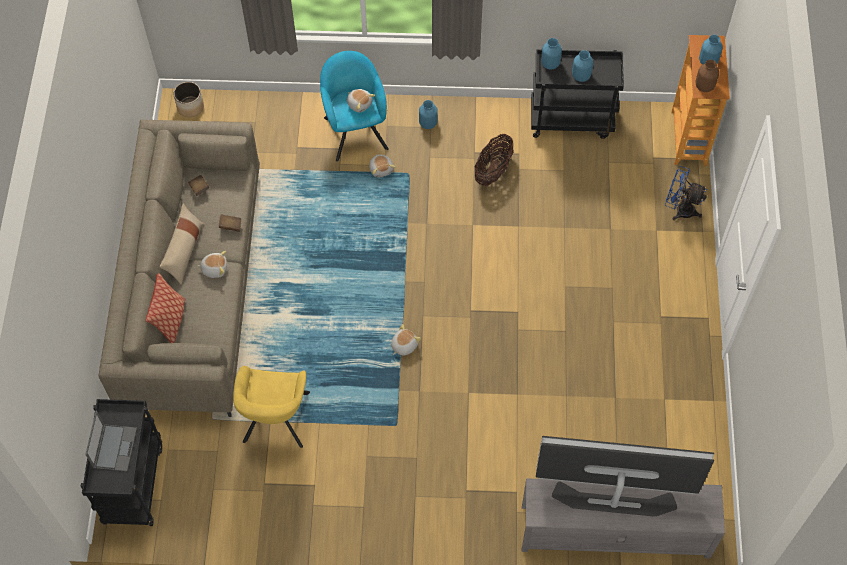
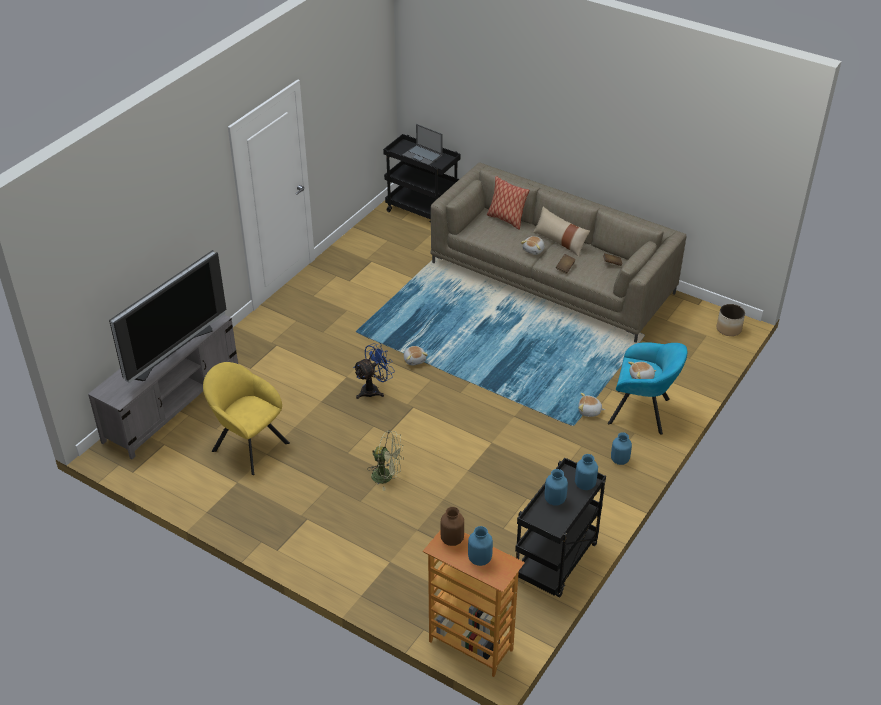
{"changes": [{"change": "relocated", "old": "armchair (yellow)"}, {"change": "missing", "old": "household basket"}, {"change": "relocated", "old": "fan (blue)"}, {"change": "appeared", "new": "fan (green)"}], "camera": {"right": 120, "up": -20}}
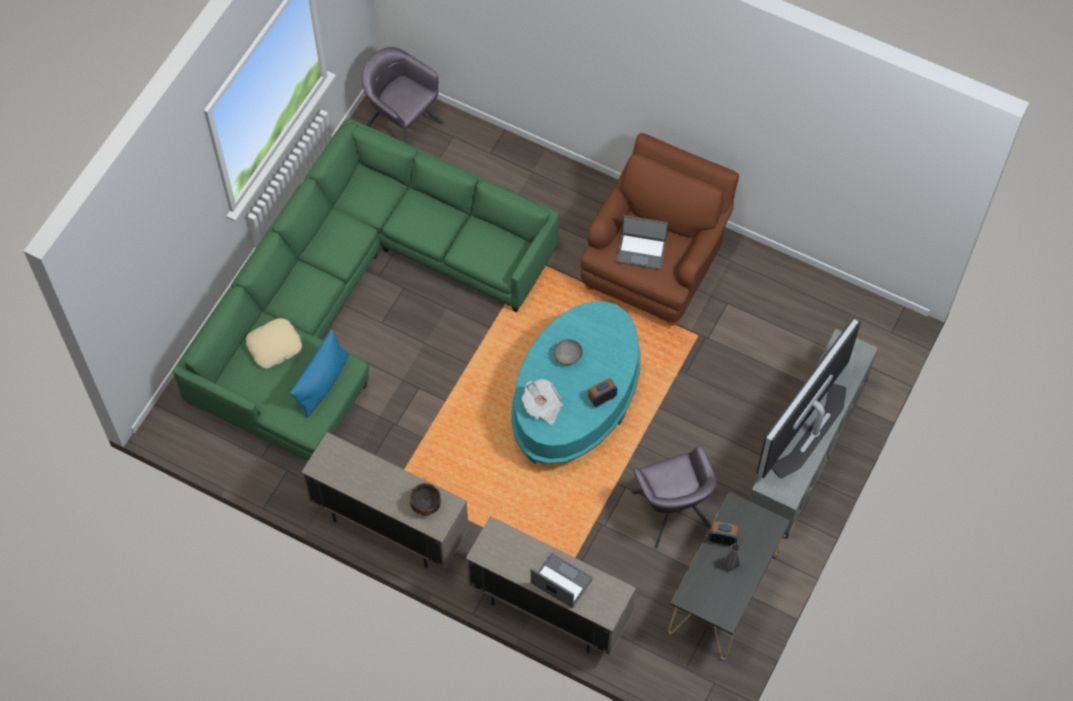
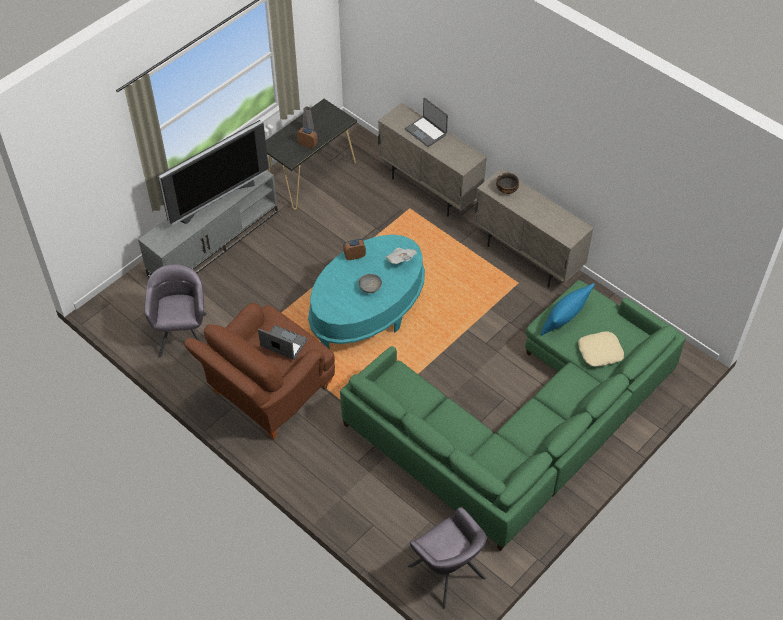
{"changes": [{"change": "relocated", "old": "armchair (greyish) (no. 2 from left in the first image)", "new": "armchair (greyish) (no. 1 from left)"}], "camera": {"right": -165, "up": -10}}
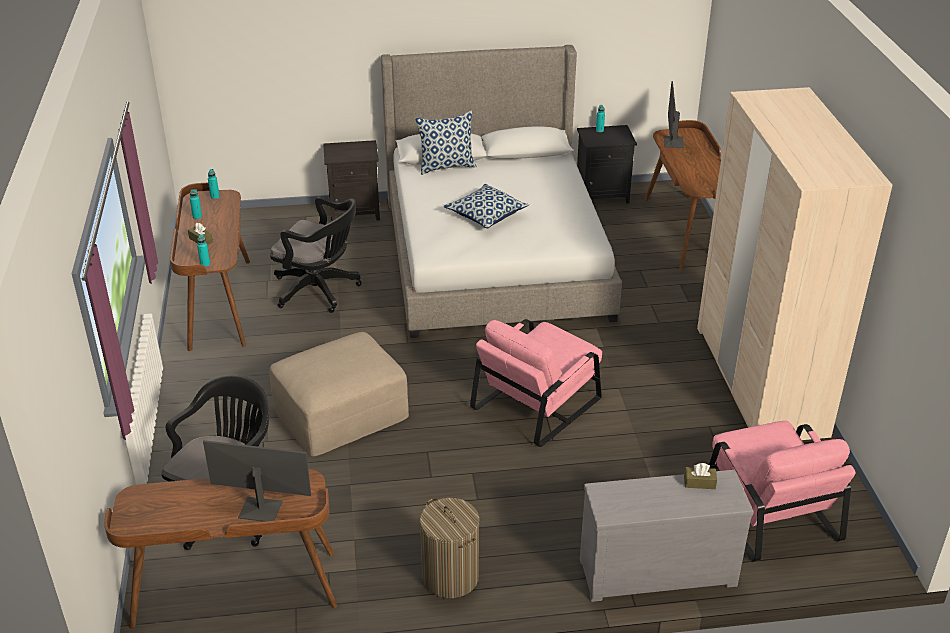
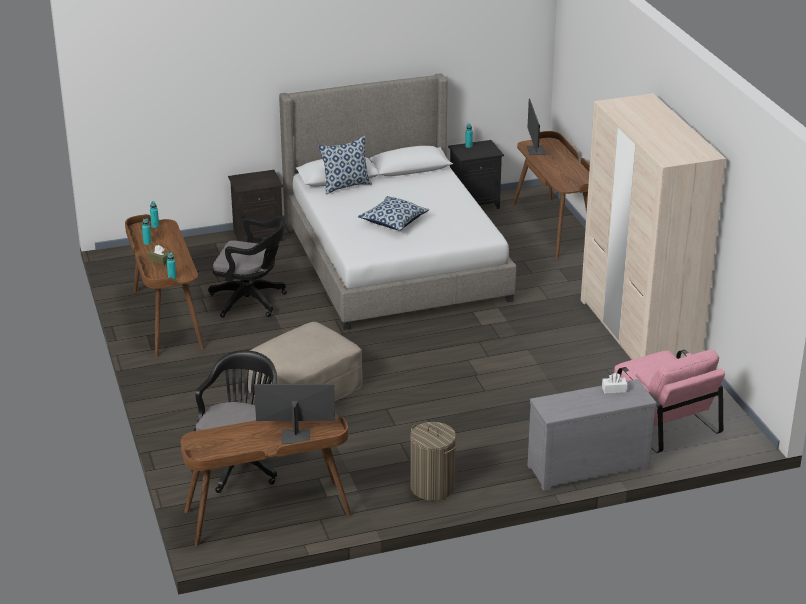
{"changes": [{"change": "missing", "old": "armchair (pink-coloured) (no. 1 from left)"}, {"change": "colour", "old": "box of tissues (brown-coloured) (no. 2 from left)", "new": "box of tissues (whitish)"}], "camera": {"right": -10, "up": -5}}
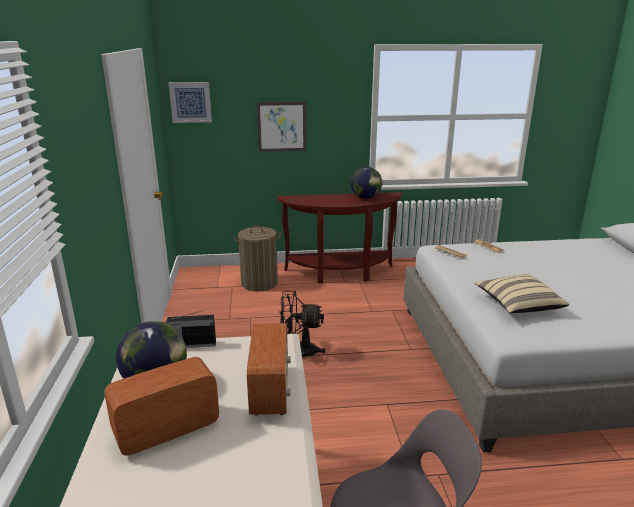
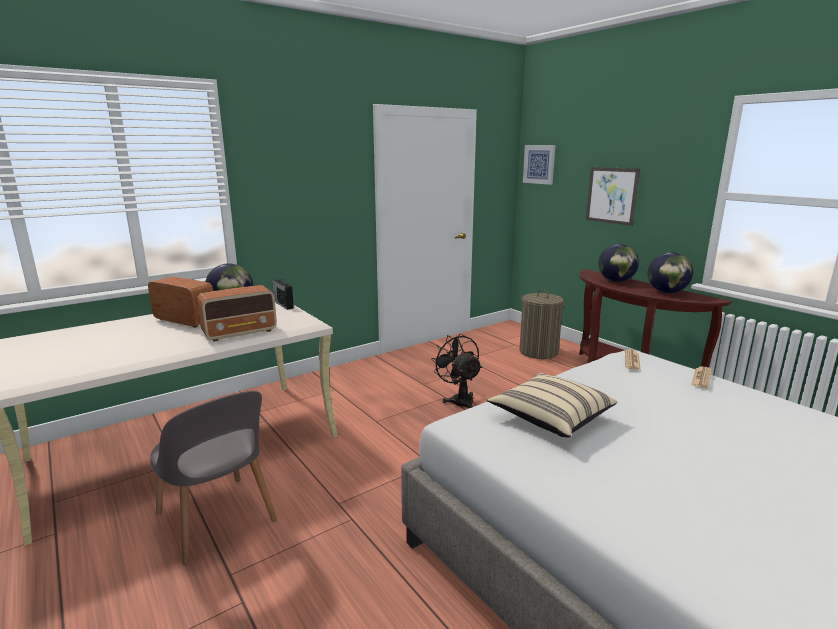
{"changes": [{"change": "appeared", "new": "desk globe (no. 2 from left)"}], "camera": {"right": 60, "up": -5}}
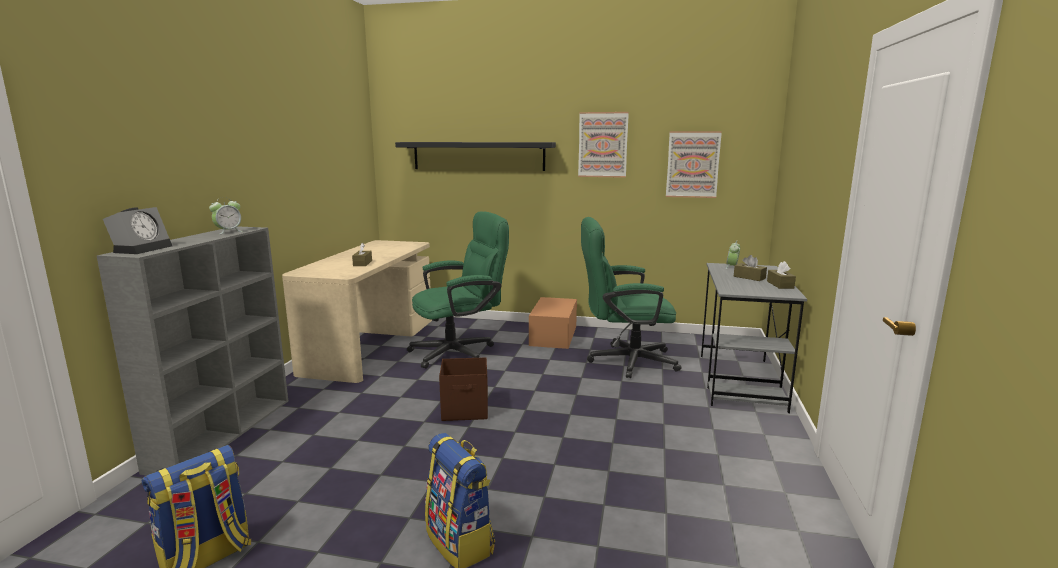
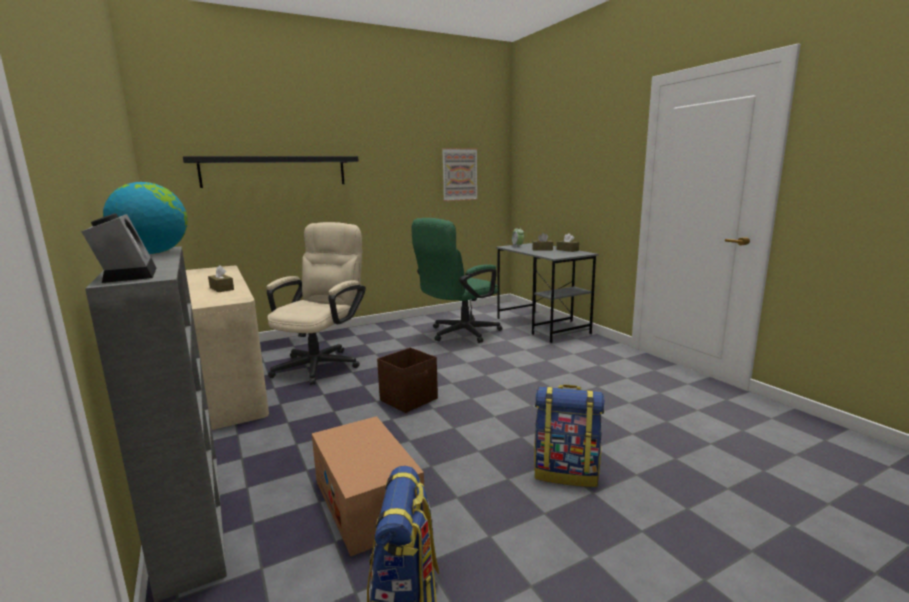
{"changes": [{"change": "exchanged", "old": "alarm clock (no. 2 from left)", "new": "desk globe"}, {"change": "colour", "old": "computer chair (green) (no. 1 from left)", "new": "computer chair (beige)"}, {"change": "relocated", "old": "packing box"}, {"change": "missing", "old": "wall art (no. 1 from left)"}], "camera": {"right": -40, "up": 0}}
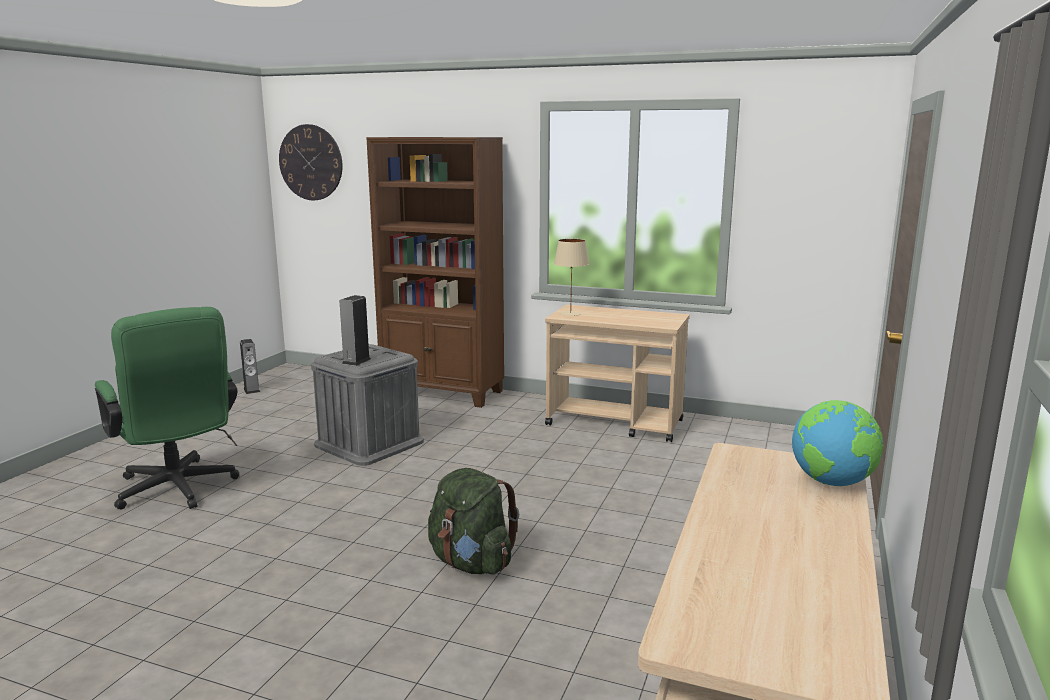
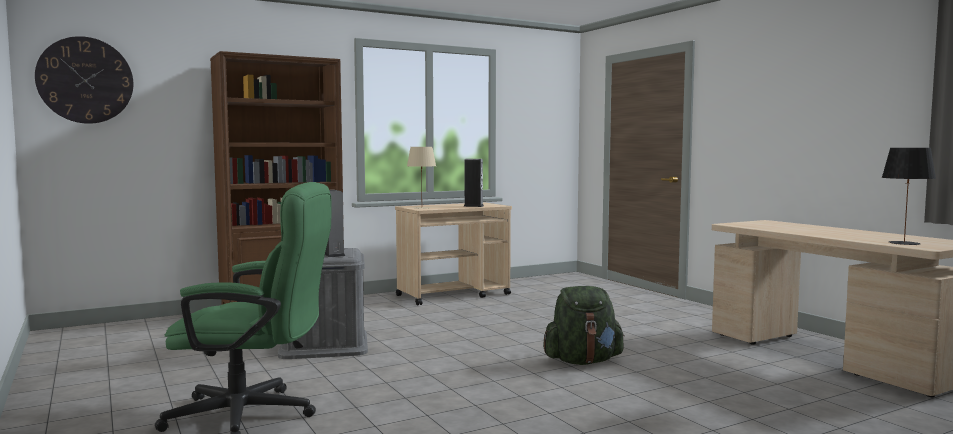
{"changes": [{"change": "relocated", "old": "loudspeaker (no. 1 from left in the first image)", "new": "loudspeaker (no. 2 from left)"}, {"change": "missing", "old": "desk globe"}, {"change": "appeared", "new": "tabletop lamp (black)"}], "camera": {"right": -50, "up": -10}}
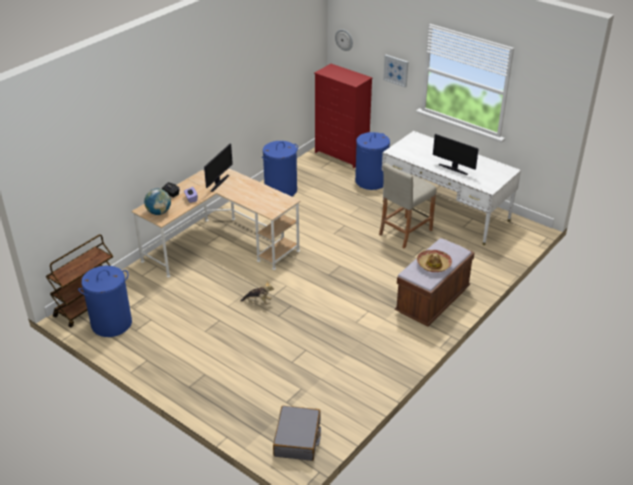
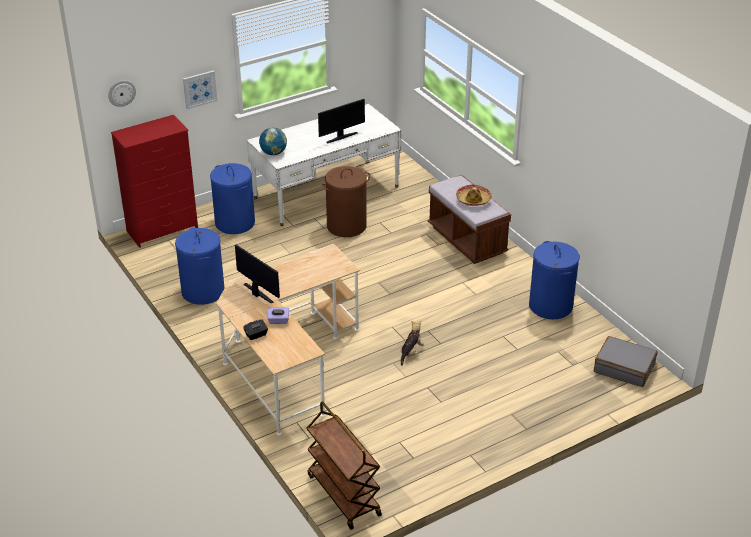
{"changes": [{"change": "relocated", "old": "hamper (blue) (no. 1 from left in the first image)", "new": "hamper (blue) (no. 3 from left)"}, {"change": "relocated", "old": "desk globe"}, {"change": "exchanged", "old": "sitting stool (beige)", "new": "hamper (brown-coloured)"}], "camera": {"right": -70, "up": 0}}
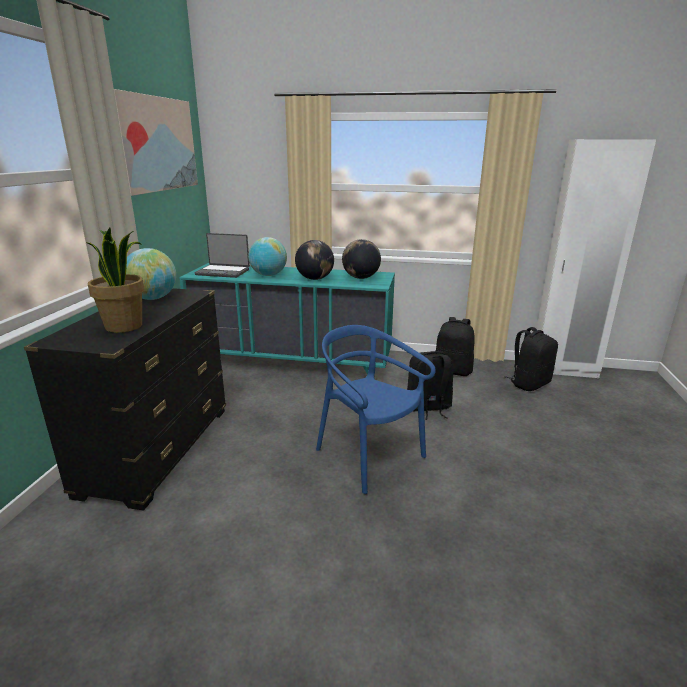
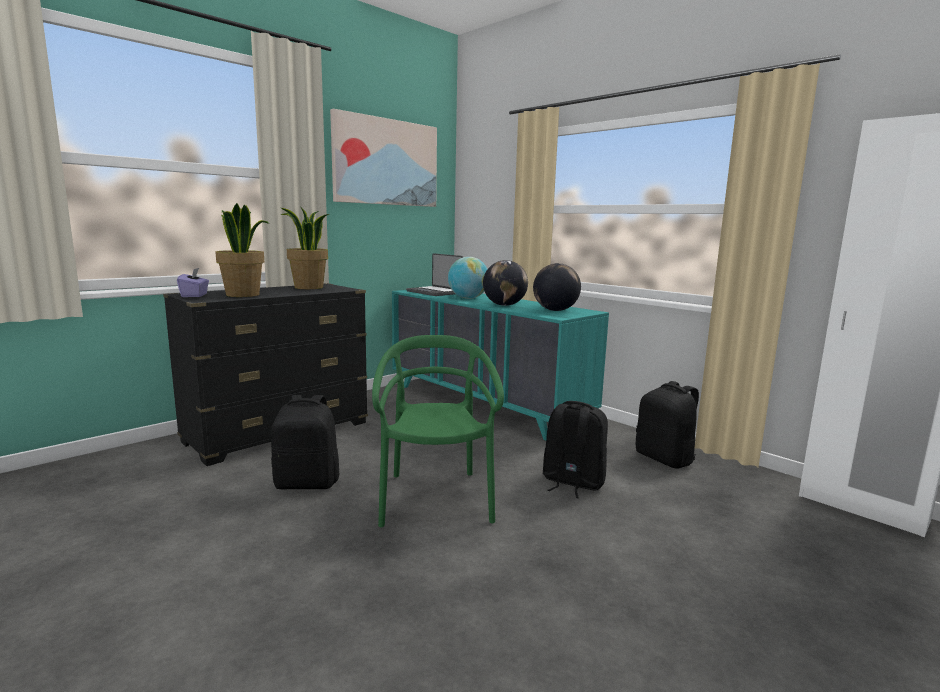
{"changes": [{"change": "exchanged", "old": "desk globe (no. 1 from left)", "new": "houseplant (no. 2 from left)"}, {"change": "colour", "old": "chair (blue)", "new": "chair (green)"}, {"change": "relocated", "old": "knapsack (black) (no. 3 from left in the first image)", "new": "knapsack (black) (no. 1 from left)"}, {"change": "appeared", "new": "box of tissues (purple)"}], "camera": {"right": 35, "up": -10}}
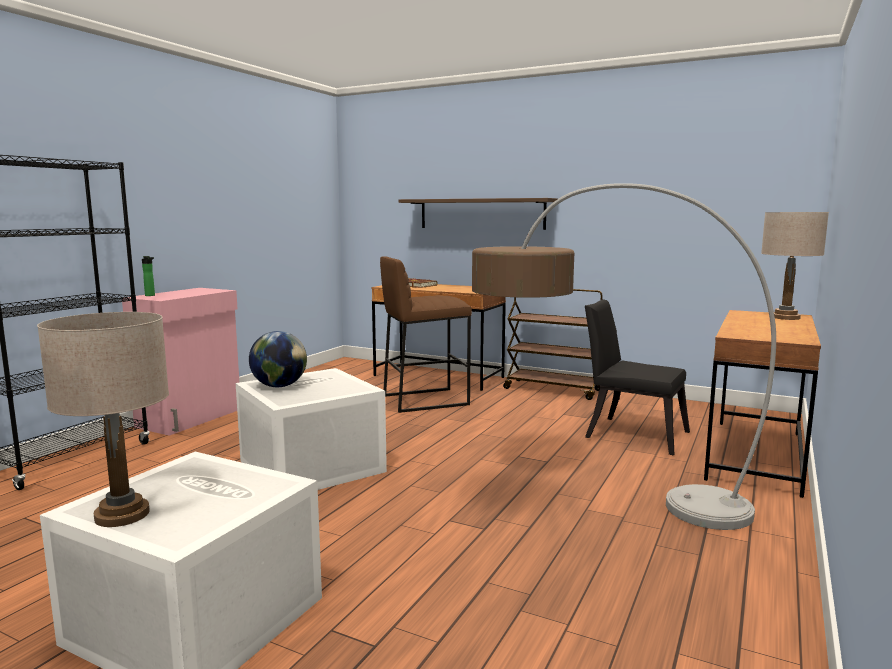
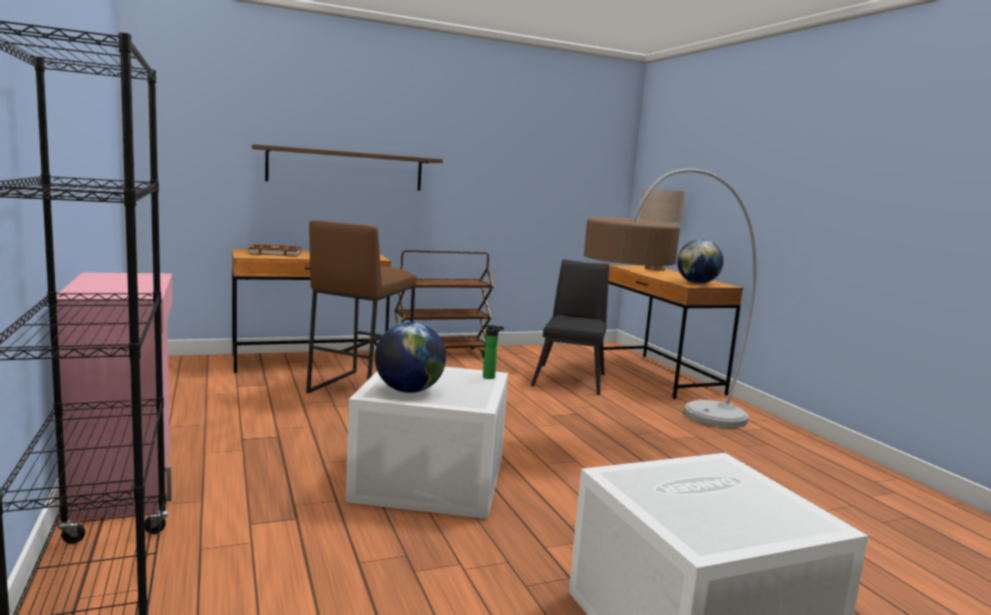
{"changes": [{"change": "missing", "old": "tabletop lamp (beige) (no. 1 from left)"}, {"change": "relocated", "old": "bottle"}, {"change": "spun", "old": "chair (black)", "degrees": 120}, {"change": "appeared", "new": "desk globe (no. 2 from left)"}], "camera": {"right": -50, "up": 0}}
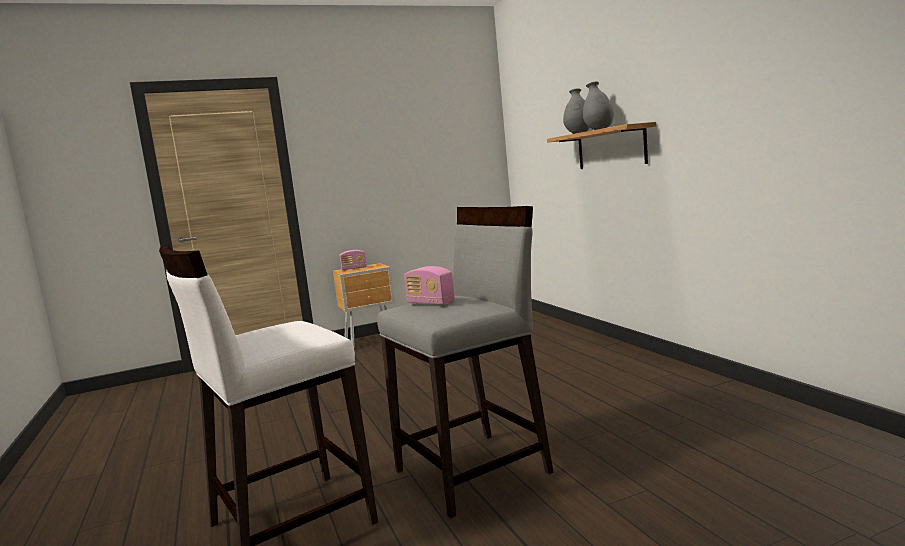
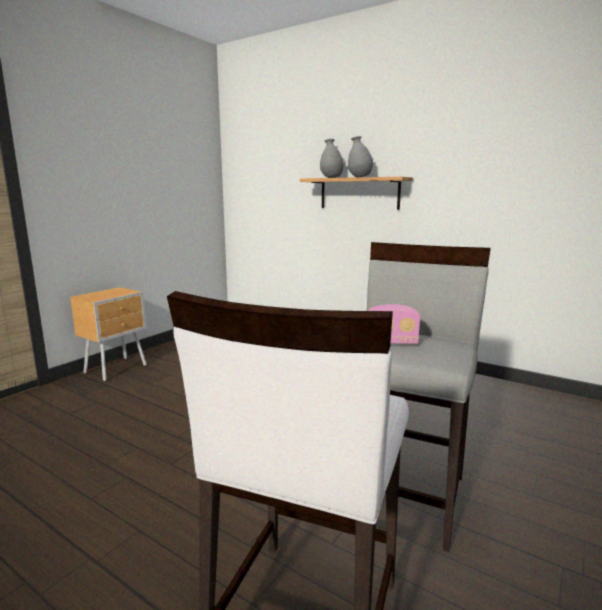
{"changes": [{"change": "missing", "old": "radio set (no. 1 from left)"}], "camera": {"right": -35, "up": 5}}
